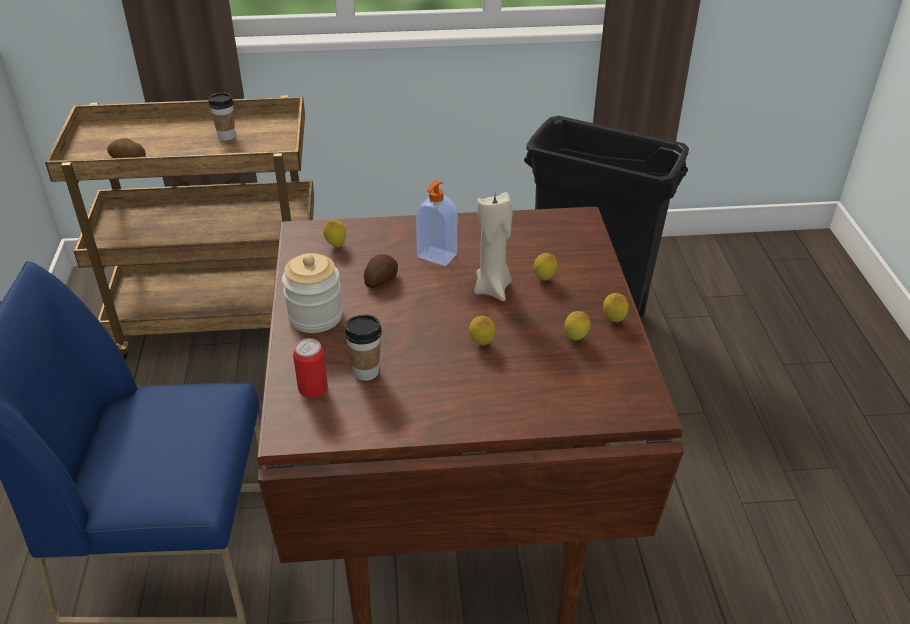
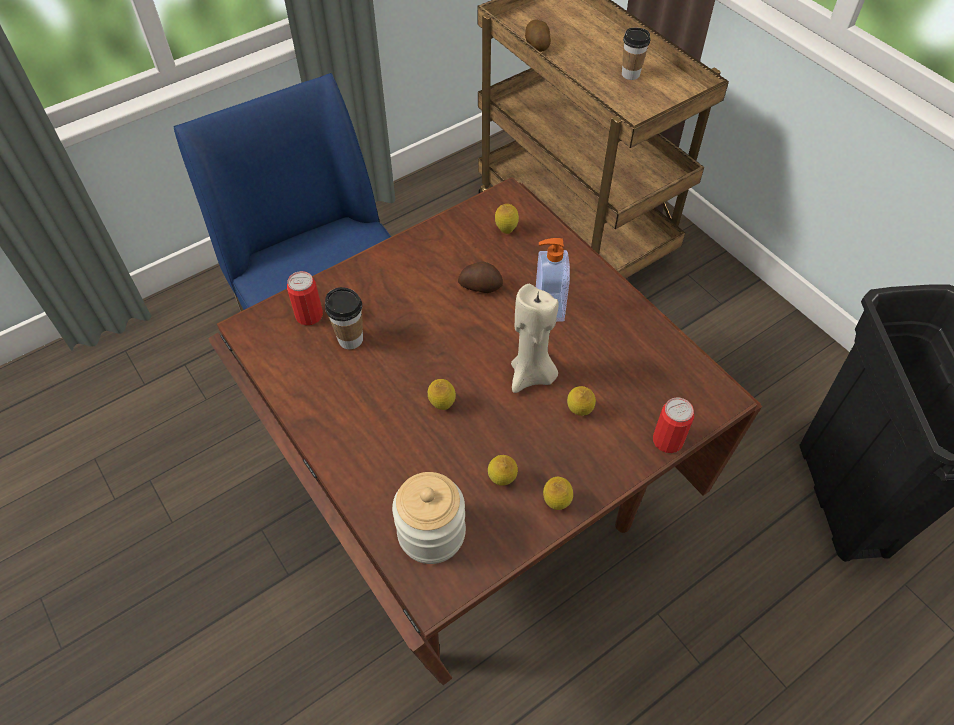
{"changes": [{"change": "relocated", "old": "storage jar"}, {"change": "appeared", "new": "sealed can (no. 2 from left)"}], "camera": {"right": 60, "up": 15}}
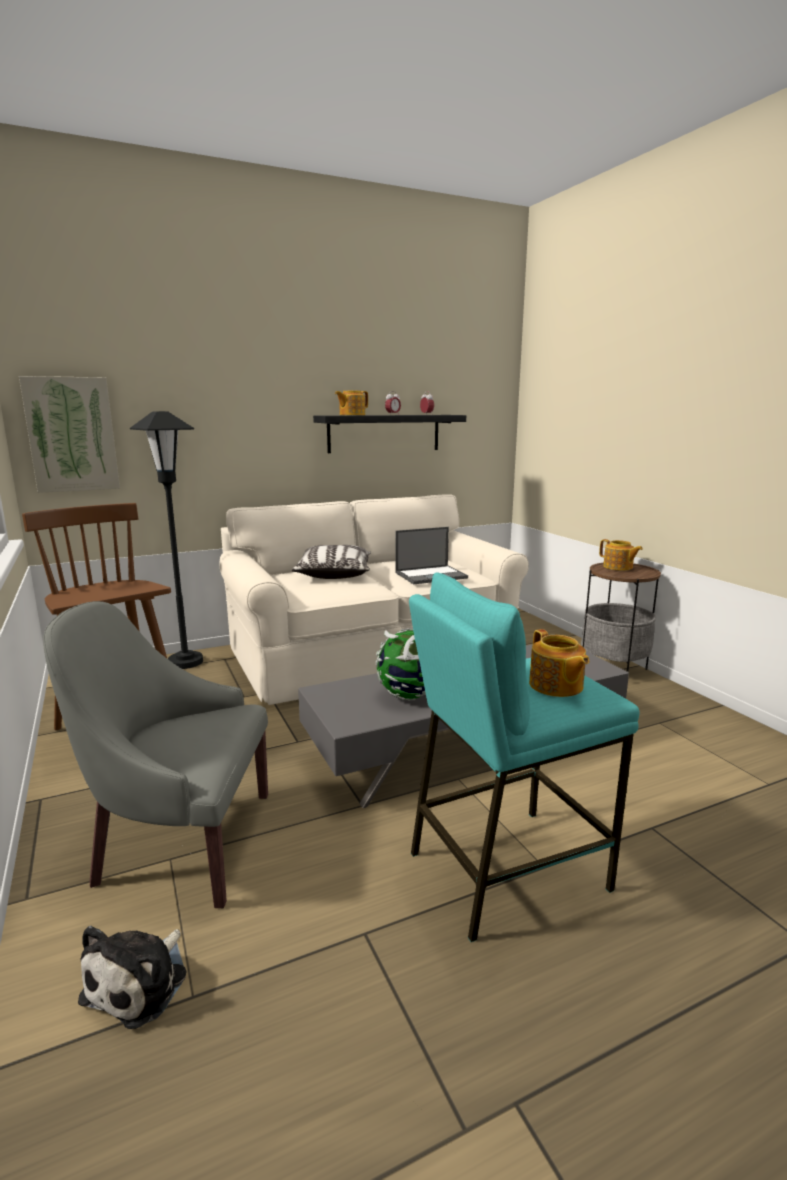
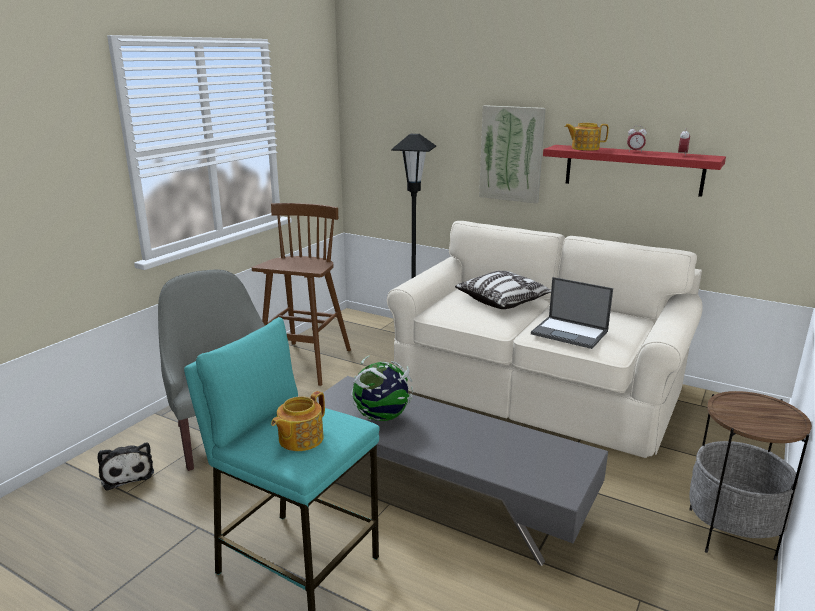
{"changes": [{"change": "relocated", "old": "wall art"}, {"change": "spun", "old": "cuddly toy", "degrees": -105}, {"change": "colour", "old": "wall shelf (black)", "new": "wall shelf (red)"}, {"change": "missing", "old": "pot for tea (no. 3 from left)"}], "camera": {"right": 55, "up": 5}}
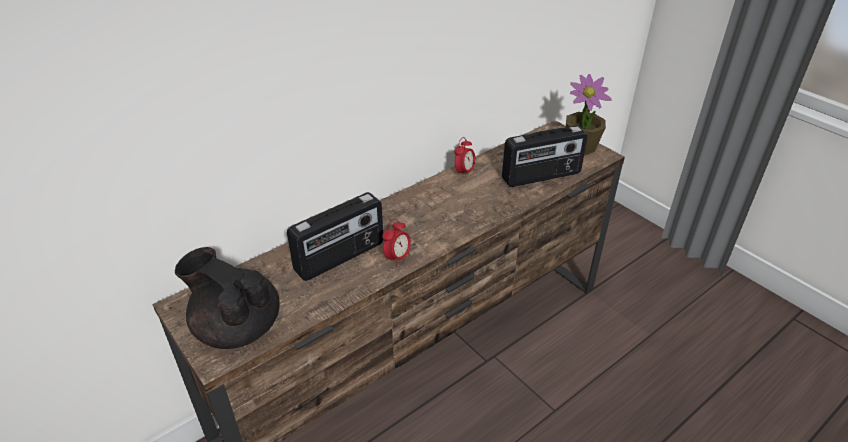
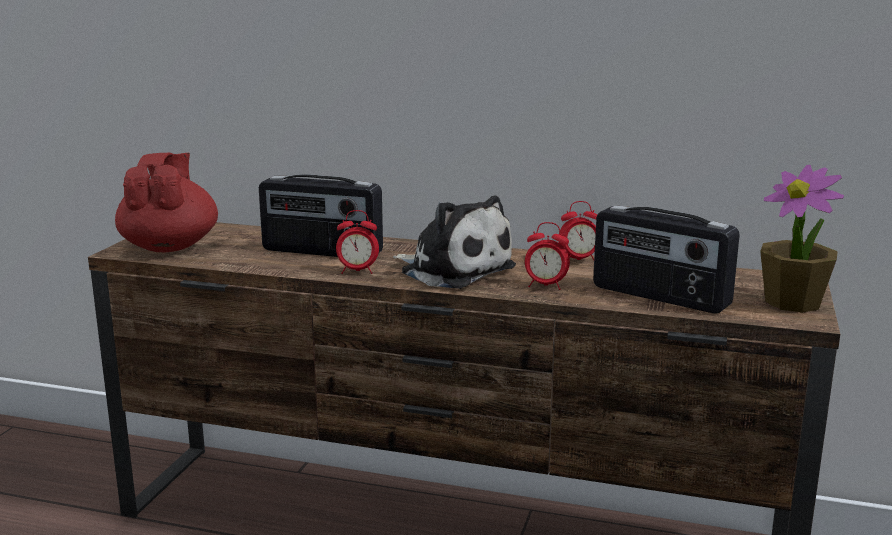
{"changes": [{"change": "colour", "old": "pot for tea (black)", "new": "pot for tea (red)"}, {"change": "appeared", "new": "cuddly toy"}, {"change": "appeared", "new": "alarm clock (no. 2 from left)"}], "camera": {"right": 55, "up": -20}}
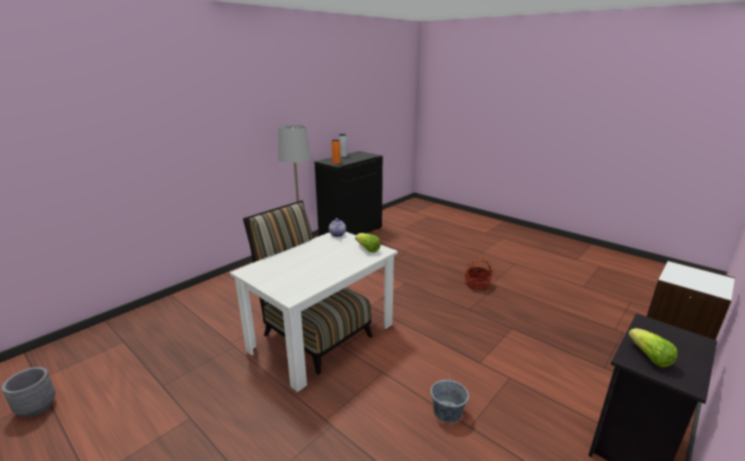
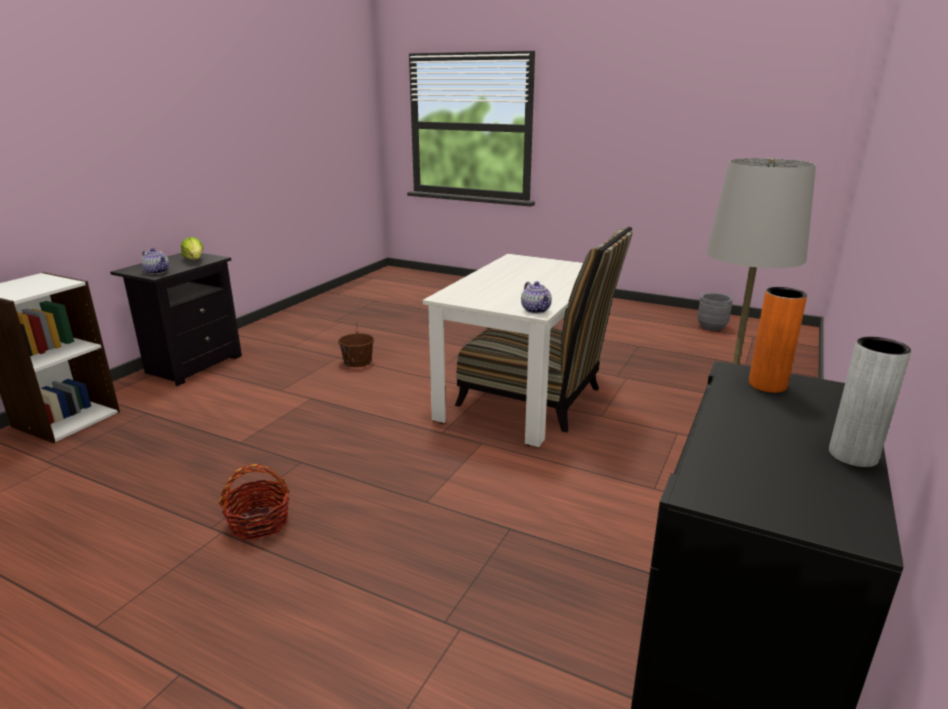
{"changes": [{"change": "missing", "old": "head of lettuce (no. 1 from left)"}, {"change": "colour", "old": "bucket (greyish)", "new": "bucket (brown-coloured)"}, {"change": "appeared", "new": "pot for tea (no. 1 from left)"}], "camera": {"right": 165, "up": 0}}
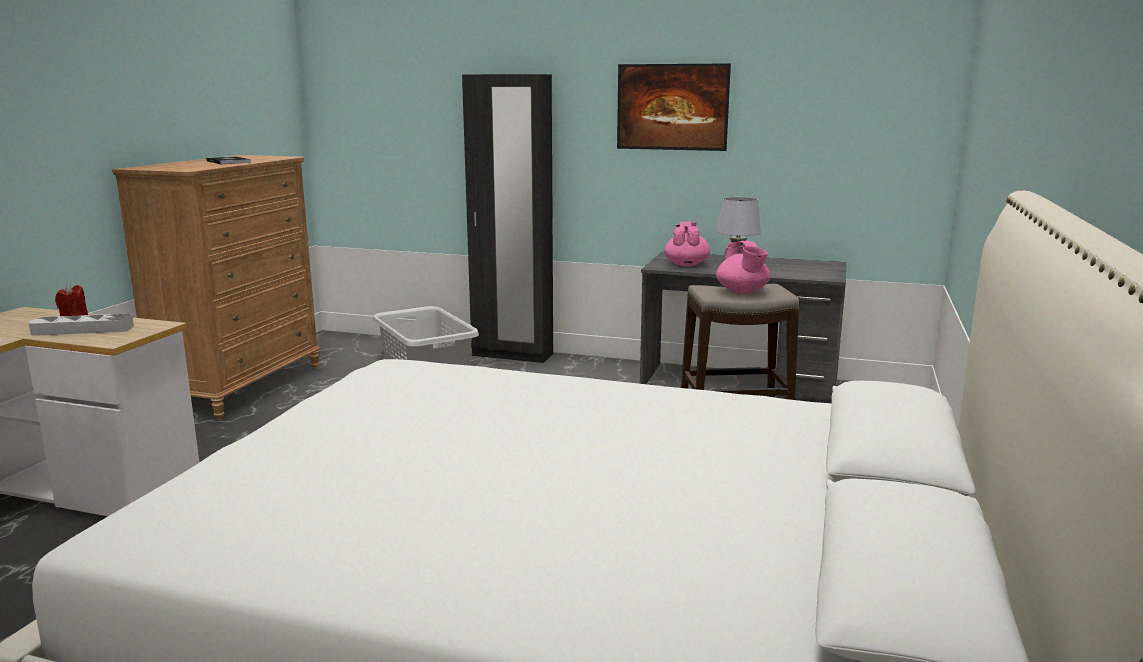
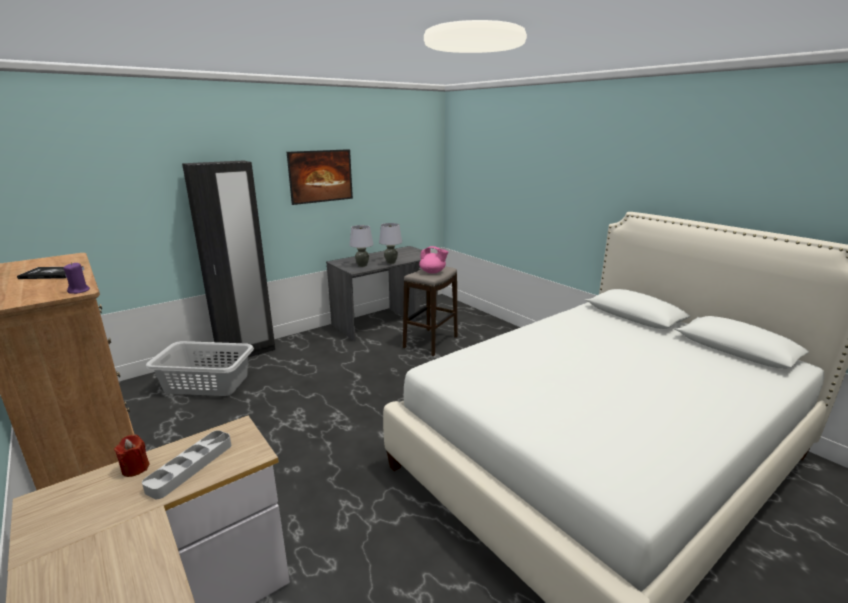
{"changes": [{"change": "exchanged", "old": "pot for tea (pink-coloured) (no. 1 from left)", "new": "tabletop lamp (greyish) (no. 1 from left)"}, {"change": "appeared", "new": "candle (purple)"}], "camera": {"right": -55, "up": 5}}
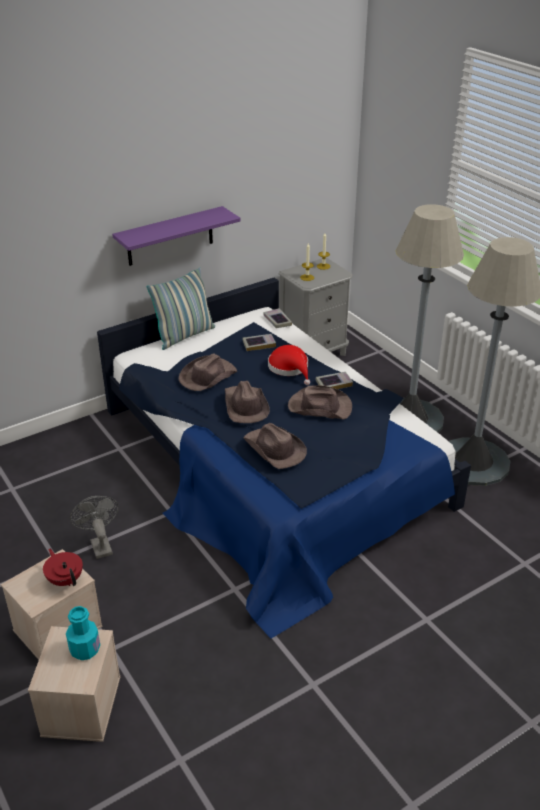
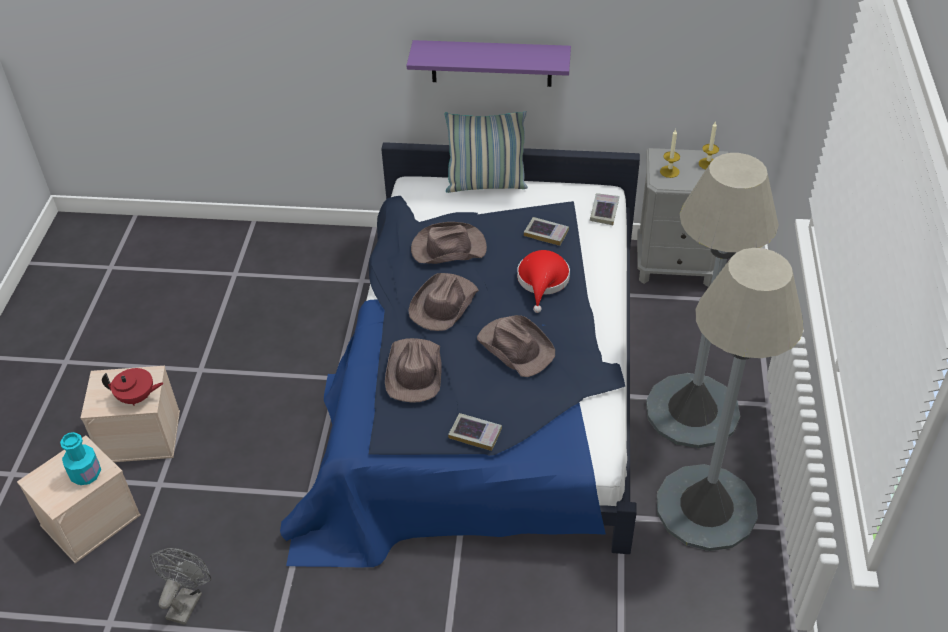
{"changes": [{"change": "spun", "old": "pot for tea (red)", "degrees": 90}, {"change": "relocated", "old": "fan (greyish)"}, {"change": "relocated", "old": "volume (no. 3 from left in the first image)", "new": "volume (no. 1 from left)"}], "camera": {"right": 40, "up": 10}}
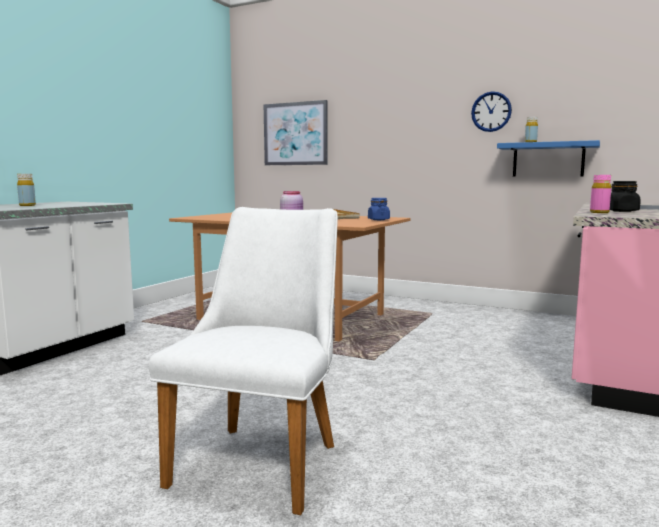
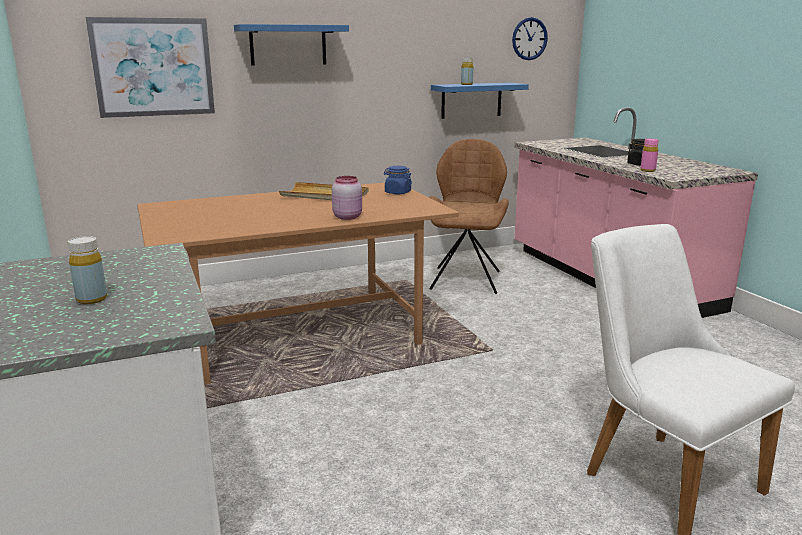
{"changes": [{"change": "relocated", "old": "wall clock"}, {"change": "appeared", "new": "wall shelf (blue) (no. 1 from left)"}, {"change": "appeared", "new": "chair (brown-coloured)"}], "camera": {"right": -50, "up": 10}}
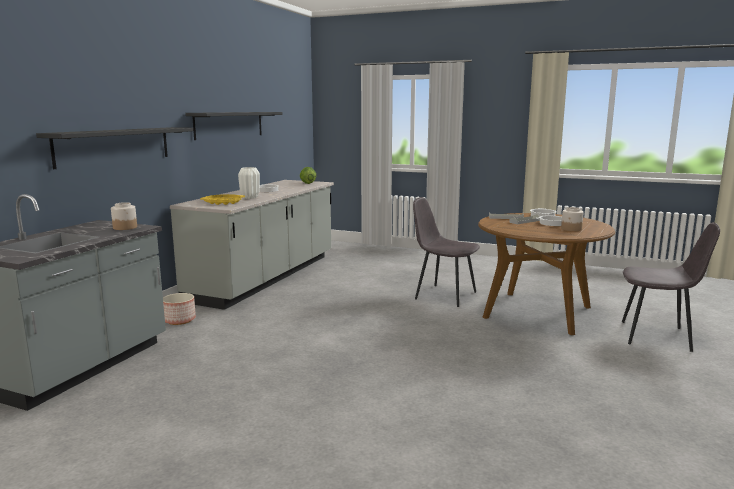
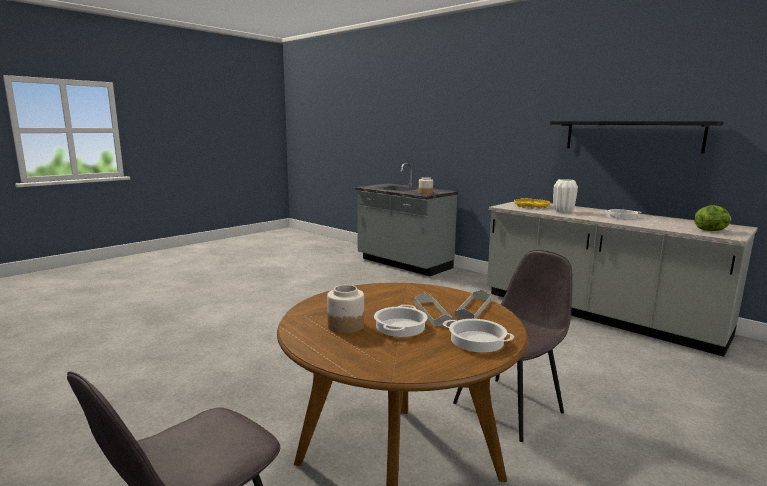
{"changes": [{"change": "missing", "old": "wall shelf (black) (no. 1 from left)"}, {"change": "missing", "old": "planter"}], "camera": {"right": 110, "up": 0}}
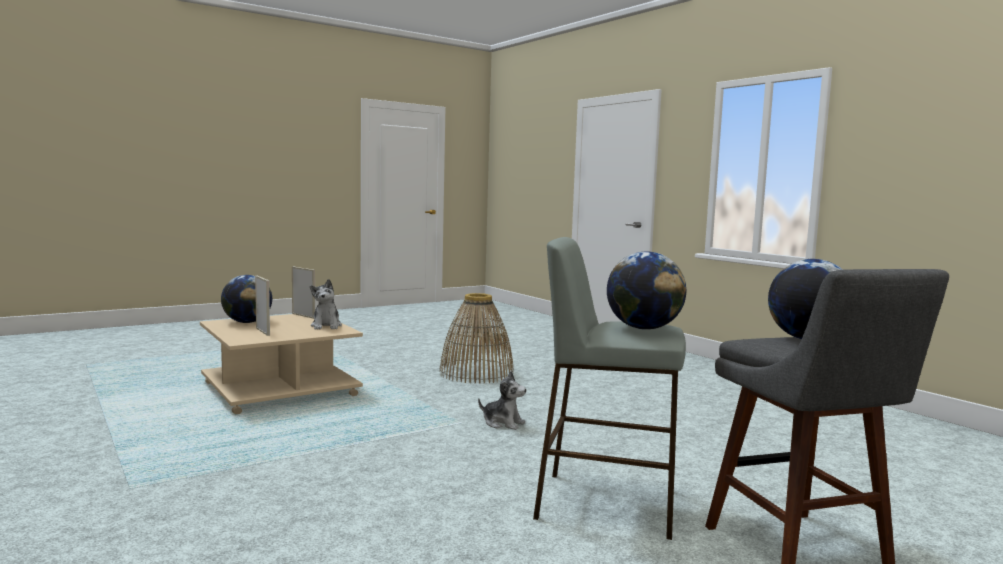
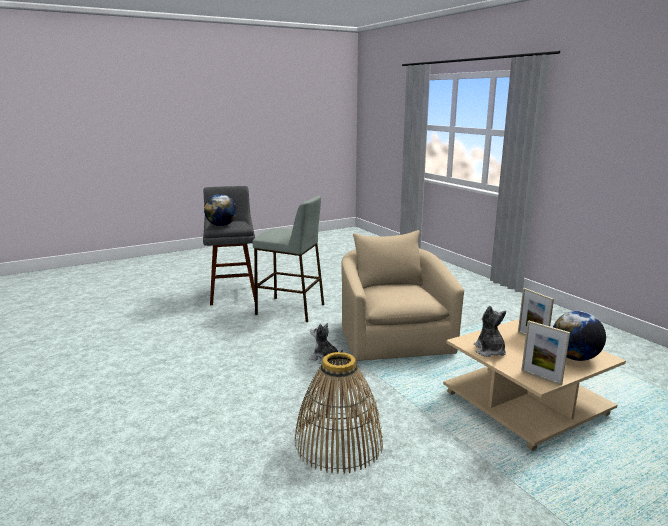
{"changes": [{"change": "missing", "old": "desk globe (no. 2 from left)"}, {"change": "appeared", "new": "armchair (beige)"}], "camera": {"right": -175, "up": 10}}
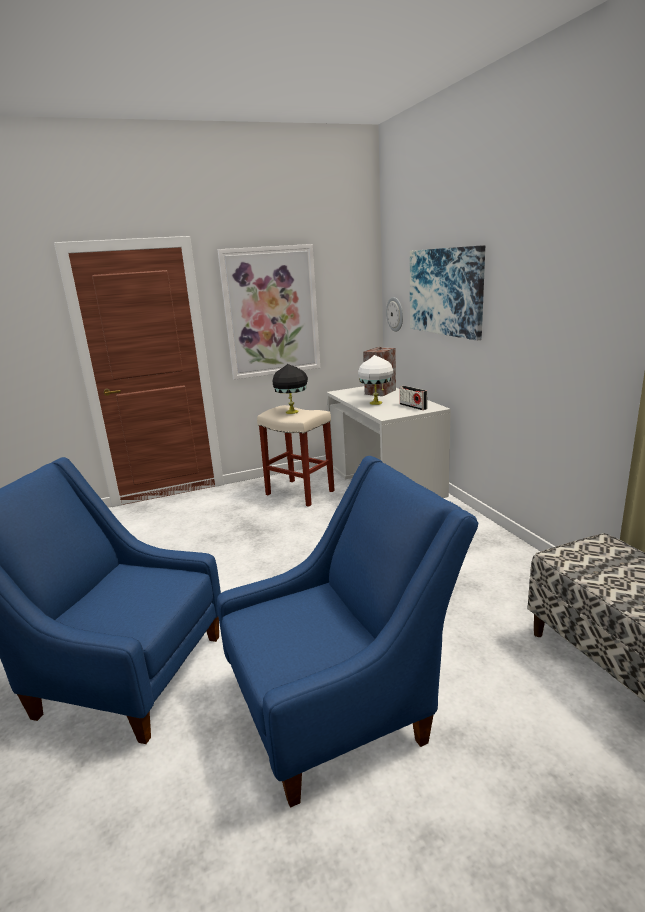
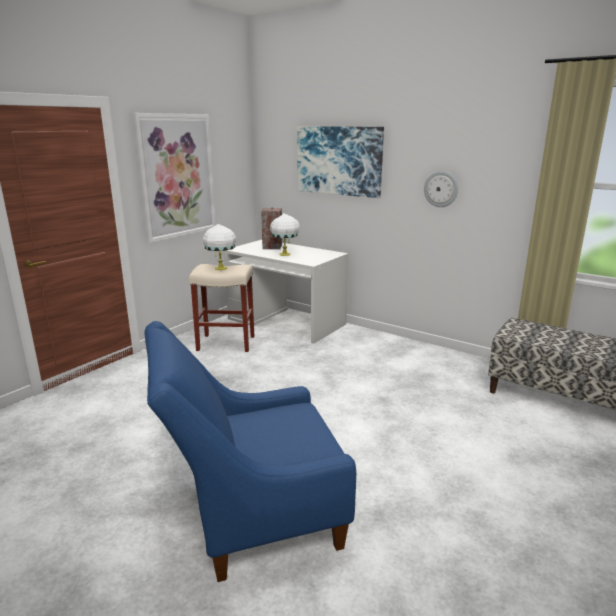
{"changes": [{"change": "missing", "old": "armchair (blue) (no. 2 from left)"}, {"change": "colour", "old": "tabletop lamp (black)", "new": "tabletop lamp (whitish) (no. 1 from left)"}, {"change": "relocated", "old": "wall clock"}, {"change": "missing", "old": "radio set"}], "camera": {"right": -35, "up": 0}}
